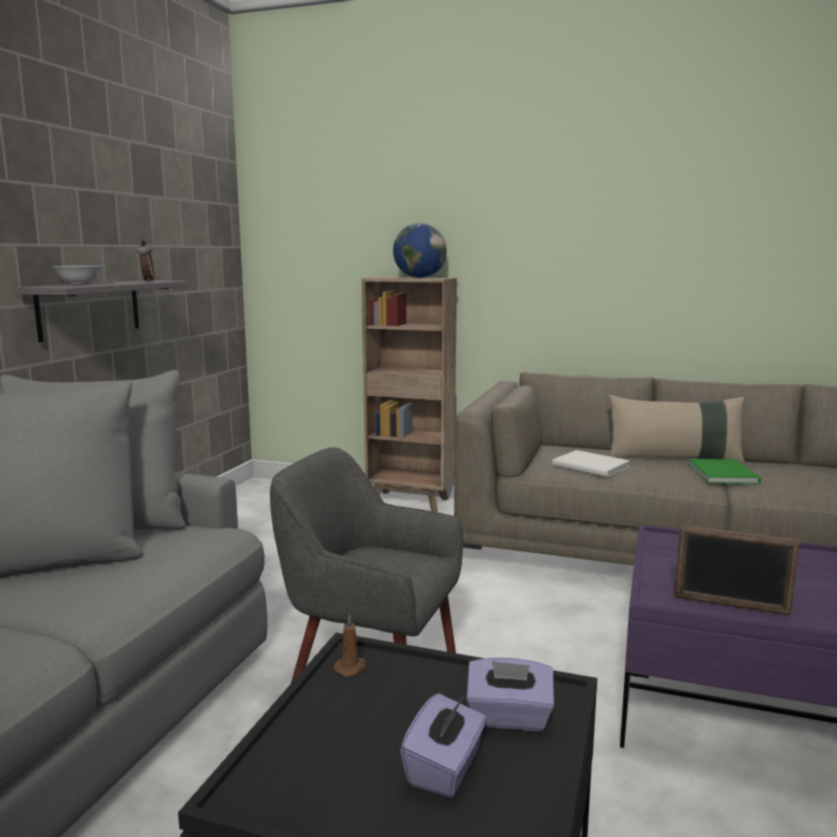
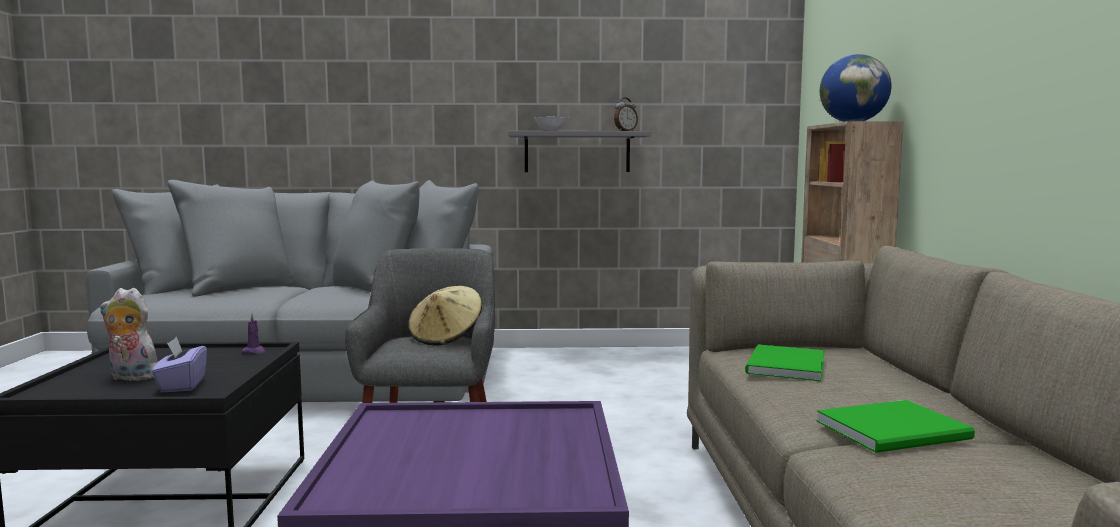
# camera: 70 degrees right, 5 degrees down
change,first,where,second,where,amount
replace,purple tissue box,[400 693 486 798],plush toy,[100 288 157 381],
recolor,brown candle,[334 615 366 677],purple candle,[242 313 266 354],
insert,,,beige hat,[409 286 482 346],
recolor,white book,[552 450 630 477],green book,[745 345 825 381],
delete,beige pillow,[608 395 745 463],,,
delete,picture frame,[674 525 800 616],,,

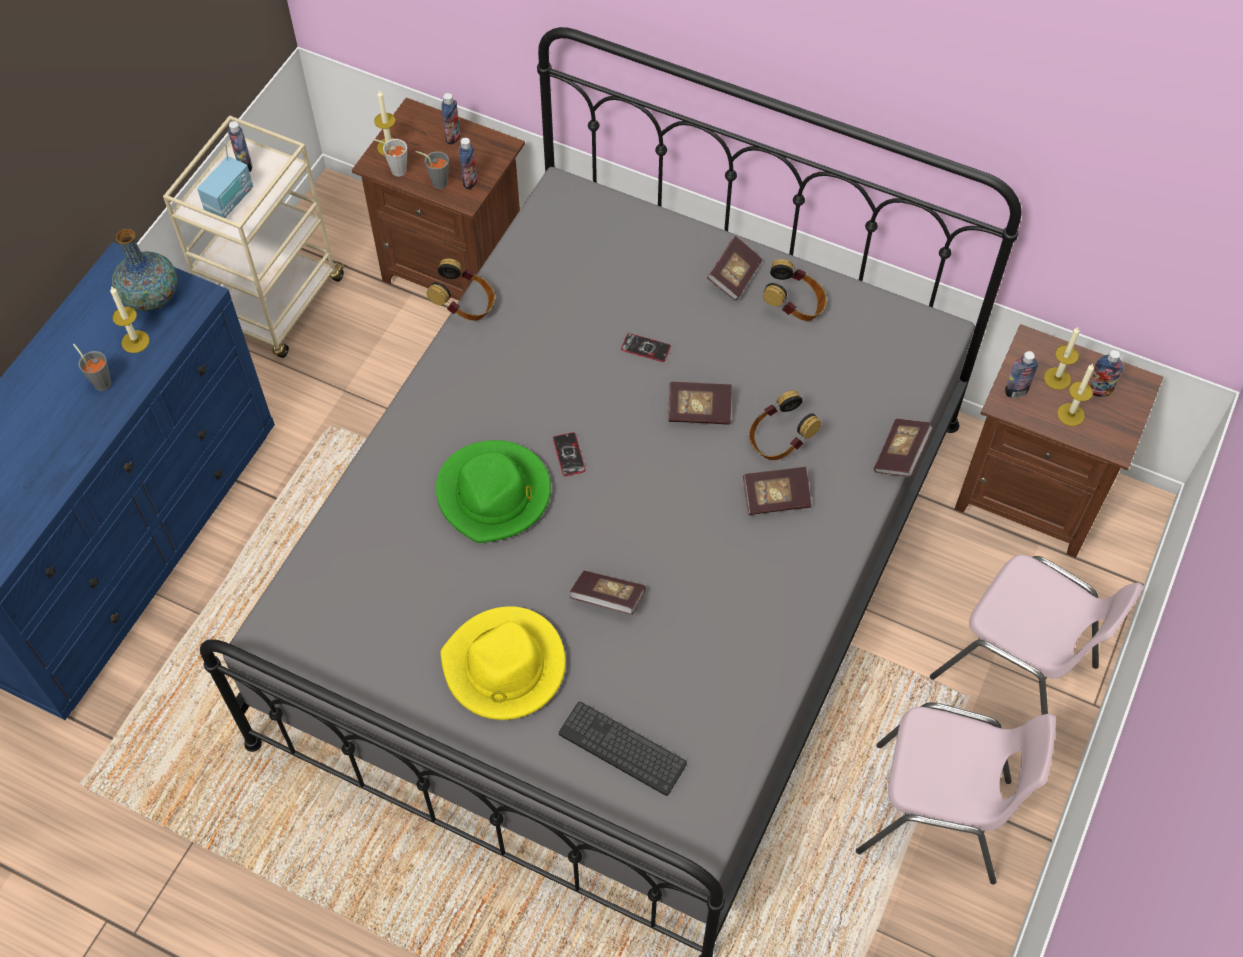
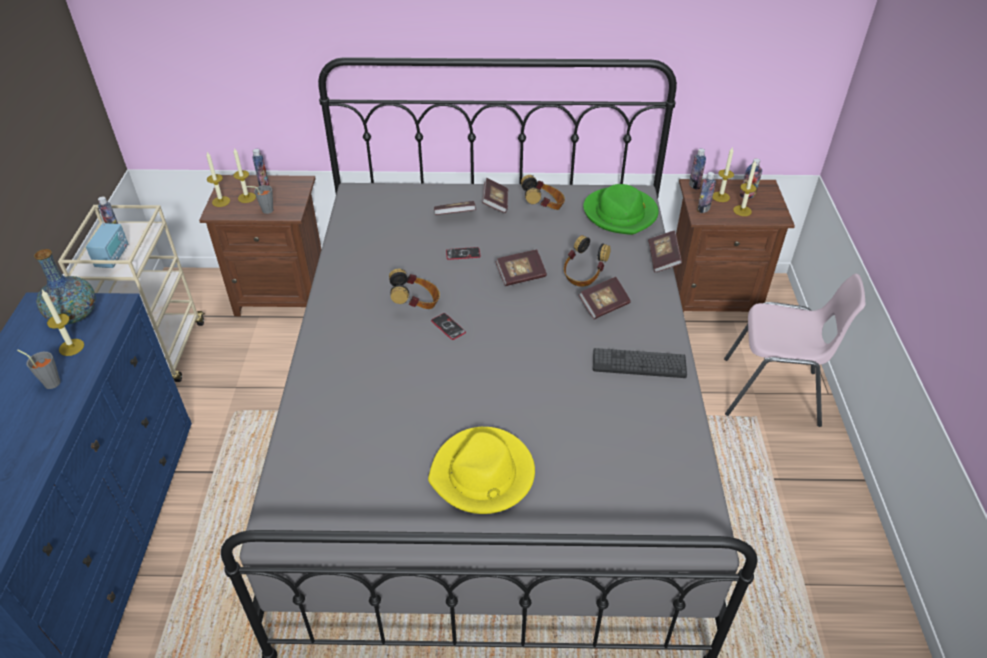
# camera: 25 degrees left, 15 degrees down
change,first,where,second,where,amount
insert,,,candle,[233 148 256 203],
move,headphones,[427 258 495 321],,[389 269 440 309],
move,book,[570 571 646 615],,[434 201 476 215],
move,green hat,[436 440 551 543],,[583 184 659 235],
move,keyboard,[559 701 687 796],,[593 348 687 378],
move,bottle,[459 138 477 189],,[689 149 706 190],
delete,grey cup,[374 139 407 176],,,
delete,pink chair,[856 702 1056 885],,,

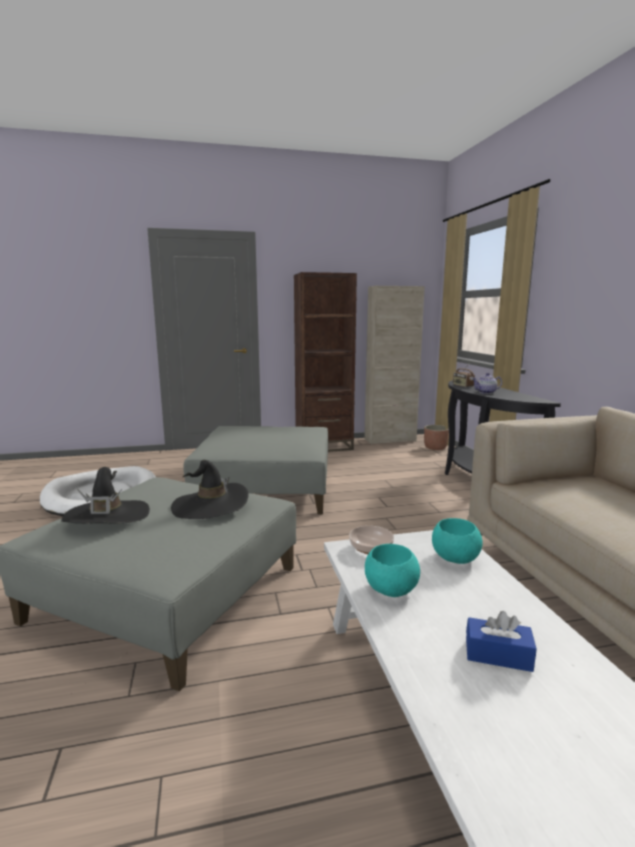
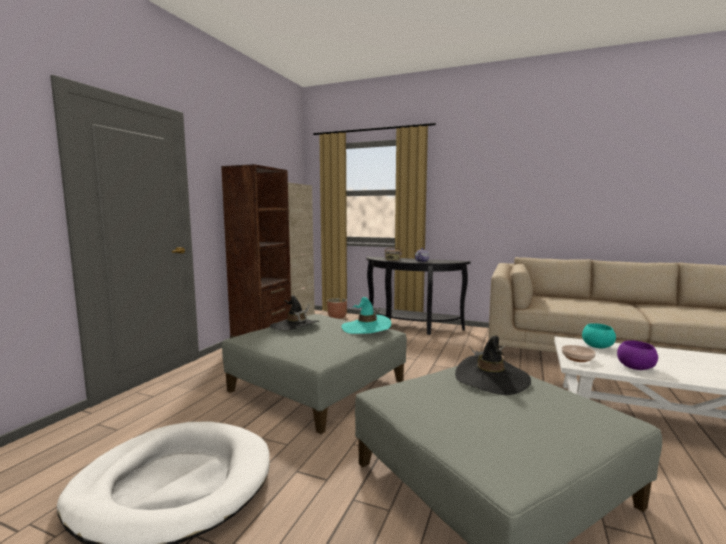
# camera: 55 degrees left, 5 degrees down
change,first,where,second,where,amount
move,black hat,[61 467 150 524],,[270 295 319 331],
insert,,,turquoise hat,[341 297 391 334],
recolor,turquoise bowl,[365 544 420 597],purple bowl,[617 340 658 370],
delete,blue tissue box,[466 611 537 672],,,

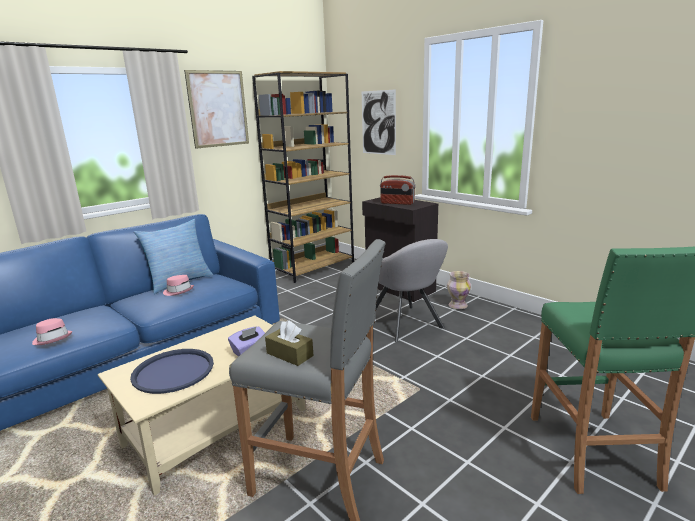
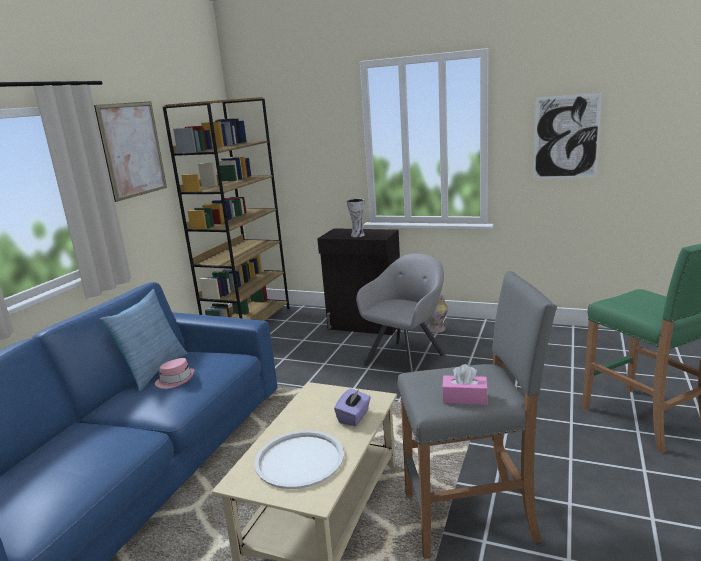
# camera: 25 degrees left, 0 degrees up
change,first,where,second,where,amount
recolor,blue tray,[130 349 214 394],white tray,[254 430 344 489],
replace,radio,[380 175 416 205],vase,[347 199 365 237],
rotate,grey armchair,[376 239 448 342],,[356 254 446 372],90 degrees counterclockwise
recolor,brown tissue box,[265 320 314 366],pink tissue box,[442 364 488 405],
move,picture,[362 89 396 155],,[533 93 602 178],
delete,pink hat,[32 318 72 345],,,

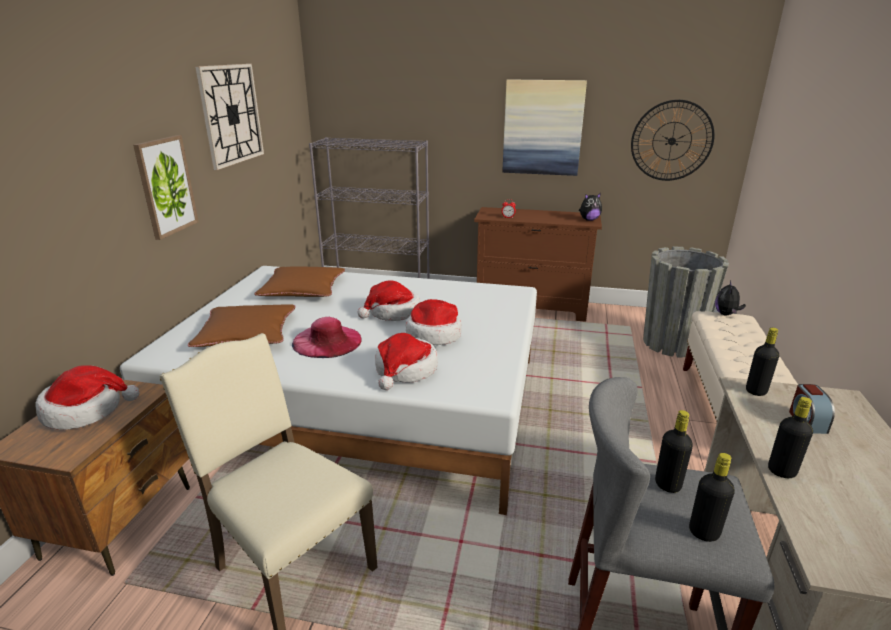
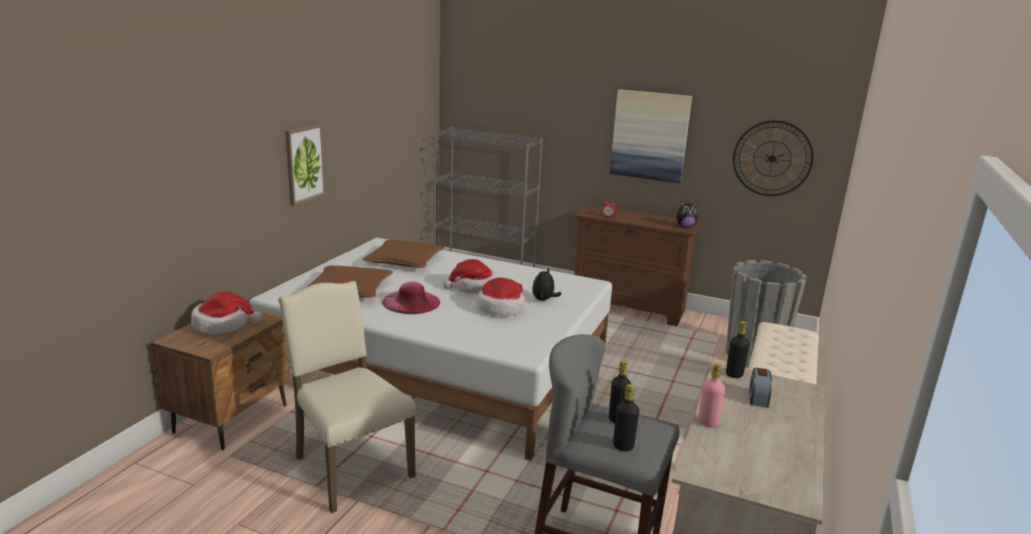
# camera: 10 degrees right, 5 degrees down
change,first,where,second,where,amount
move,plush toy,[715 281 746 316],,[532 267 561 301],
recolor,black bottle,[768 397 813 478],pink bottle,[698 363 725 427],
delete,wall clock,[195 64 264 170],,,
delete,hat,[375 333 438 390],,,

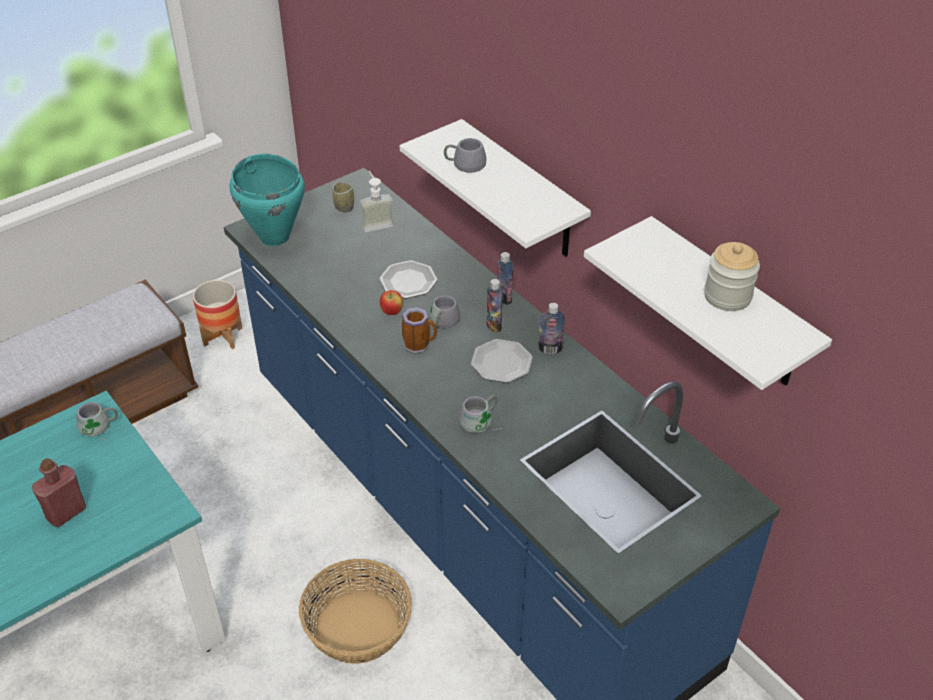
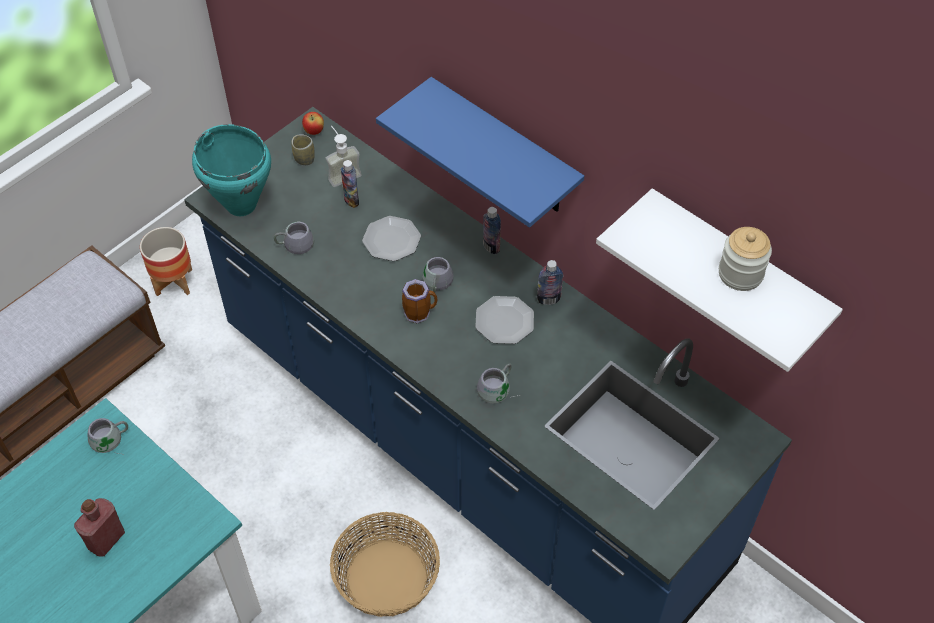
# camera: 10 degrees left, 10 degrees up
change,first,where,second,where,amount
move,grey mug,[444 138 487 173],,[274 222 314 254],
move,apple,[380 290 403 315],,[302 112 324 135],
move,bottle,[487 279 502 333],,[341 160 359 208],
recolor,white shelf,[400 119 591 256],blue shelf,[376 77 584 228],

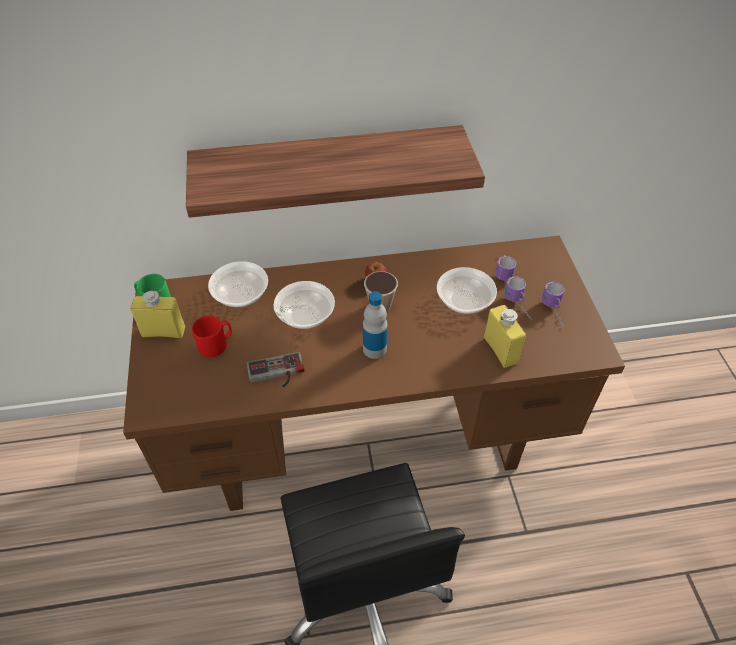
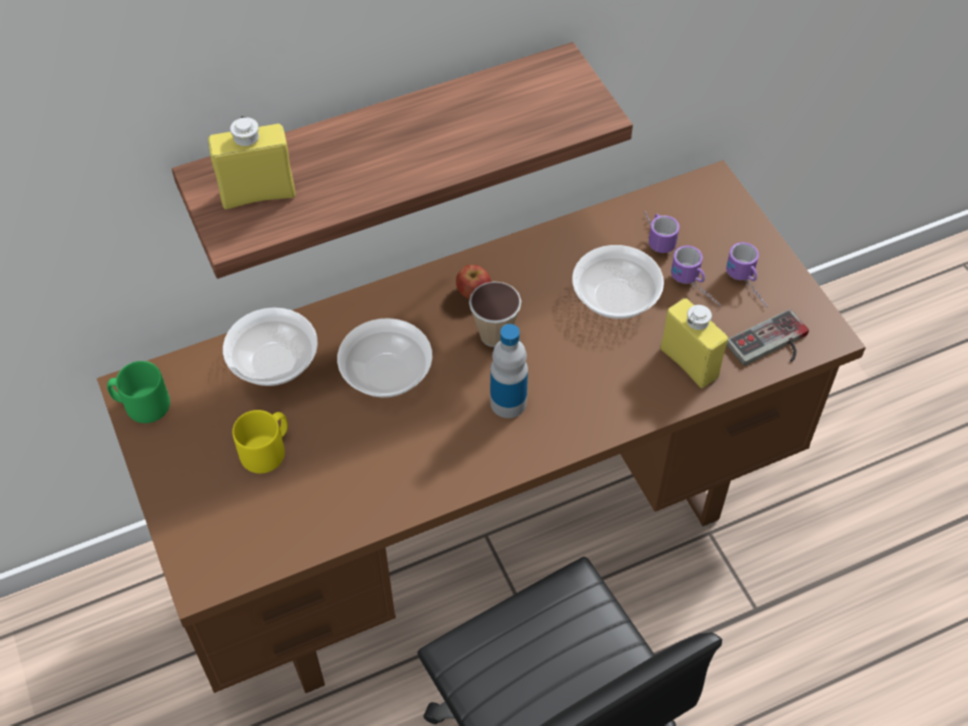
# camera: 15 degrees left, 5 degrees up
change,first,where,second,where,amount
move,yellow bottle,[130 290 185 338],,[208 116 295 210],
recolor,red mug,[192 316 232 357],yellow mug,[232 410 288 473],
move,game controller,[246 352 304 387],,[727 309 809 366],

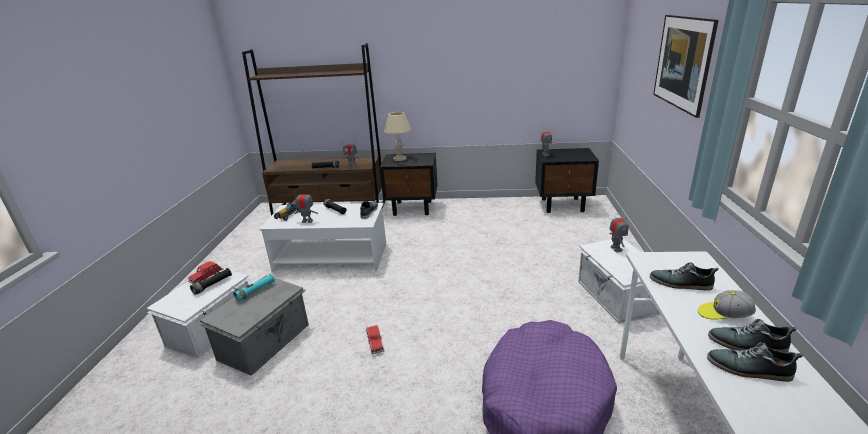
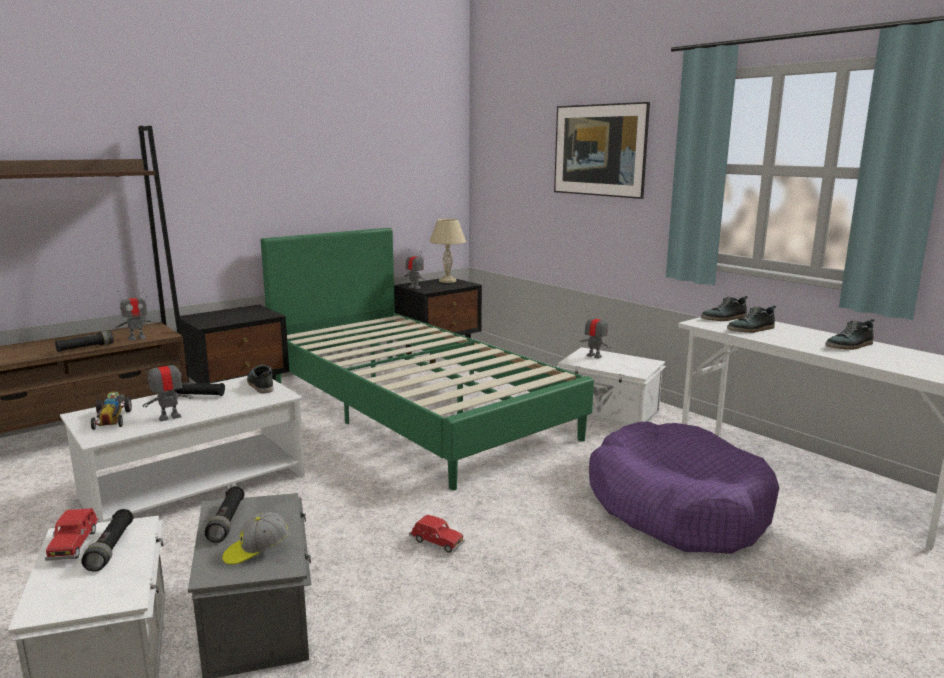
# camera: 45 degrees left, 10 degrees down
change,first,where,second,where,amount
recolor,turquoise flashlight,[233 274 275 301],black flashlight,[205 486 245 543],
move,cap,[698 290 756 320],,[222 512 289 565],
insert,,,green bed,[261 228 594 490],
move,beige table lamp,[384 112 412 161],,[429 219 466 283],
move,shoe,[707 342 803 382],,[701 296 748 321],

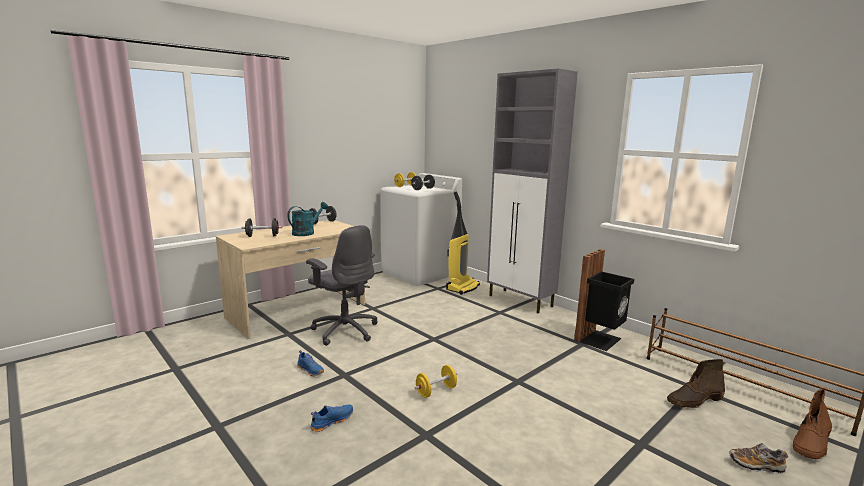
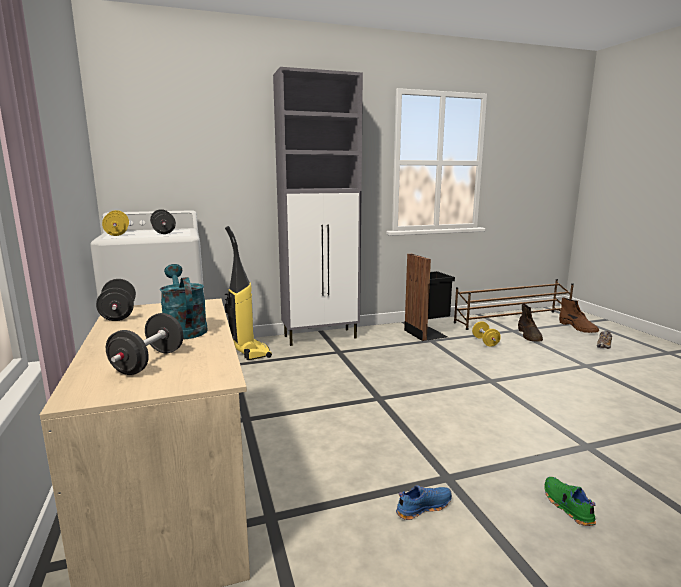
# camera: 65 degrees left, 0 degrees up
change,first,where,second,where,amount
move,yellow dumbbell,[415 365 457 398],,[472 321 501 347],
recolor,blue shoe,[310 404 353 432],green shoe,[544 477 596 526],
delete,grey office chair,[306 225 377 346],,,

